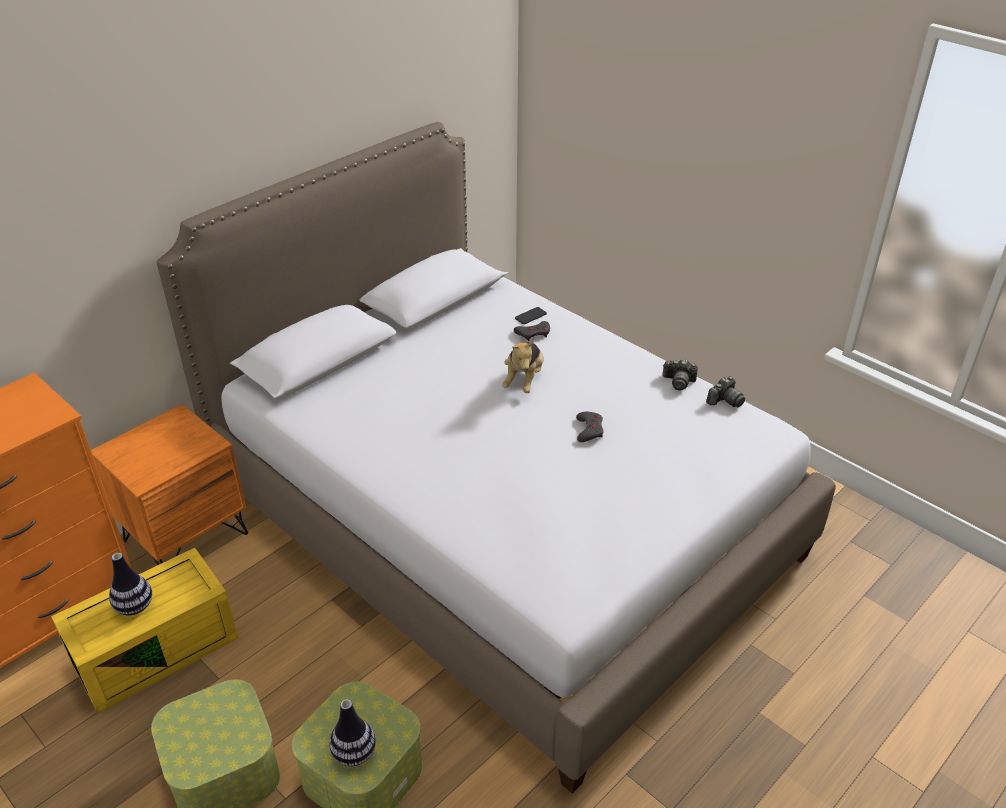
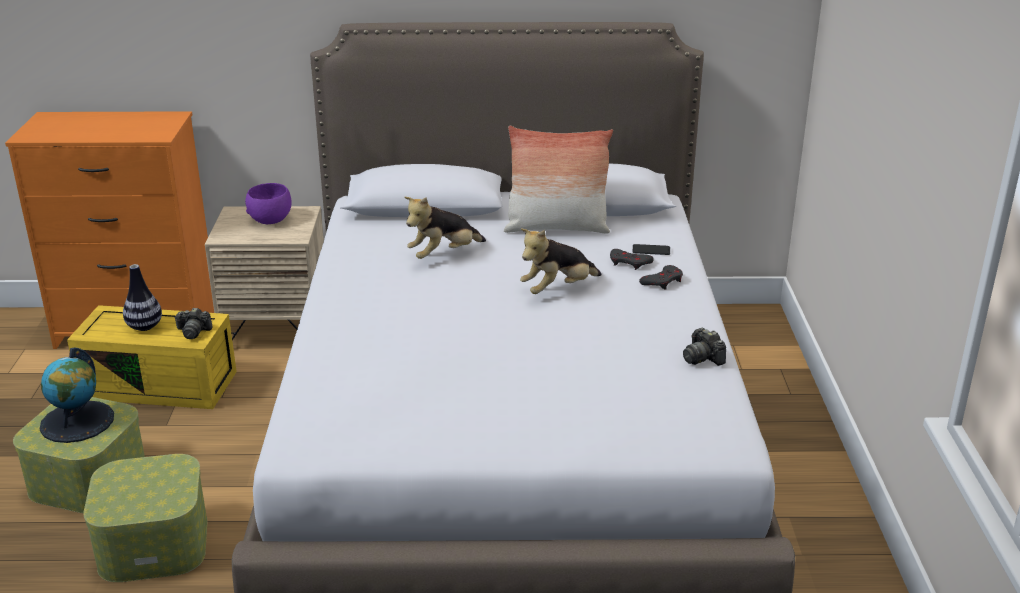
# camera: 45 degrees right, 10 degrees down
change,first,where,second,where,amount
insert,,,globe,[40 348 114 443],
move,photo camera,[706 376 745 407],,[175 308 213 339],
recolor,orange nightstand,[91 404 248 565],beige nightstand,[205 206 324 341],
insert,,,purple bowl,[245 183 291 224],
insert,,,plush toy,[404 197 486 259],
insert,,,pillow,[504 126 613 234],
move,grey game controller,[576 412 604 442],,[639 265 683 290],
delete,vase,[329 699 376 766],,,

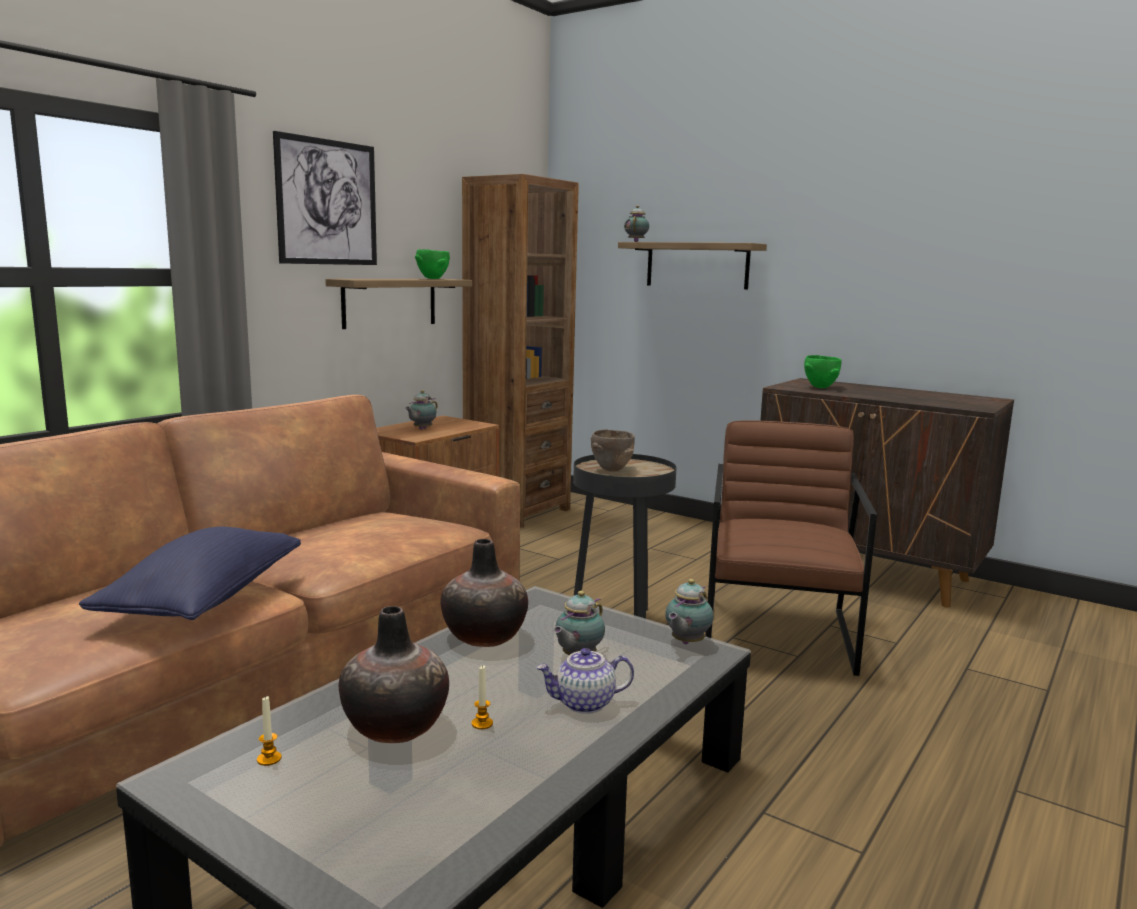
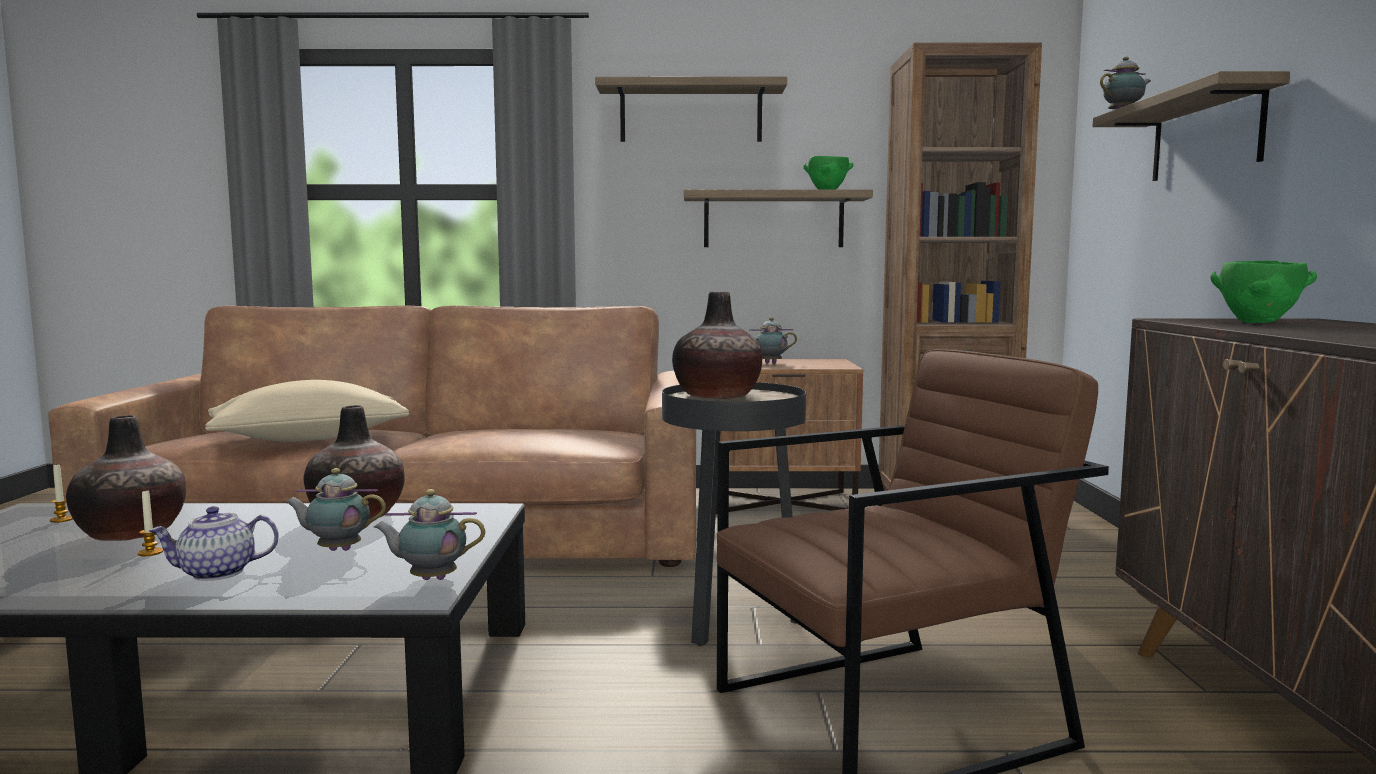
# camera: 55 degrees right, 5 degrees down
change,first,where,second,where,amount
rotate,teapot,[536 648 634 714],,[148 506 279 581],60 degrees counterclockwise
recolor,blue pillow,[79 527 301 620],beige pillow,[205 380 409 442],
replace,picture,[273 131 377 265],shelf,[595 77 787 142],
replace,brown bowl,[591 429 635 472],vase,[672 291 762 399],

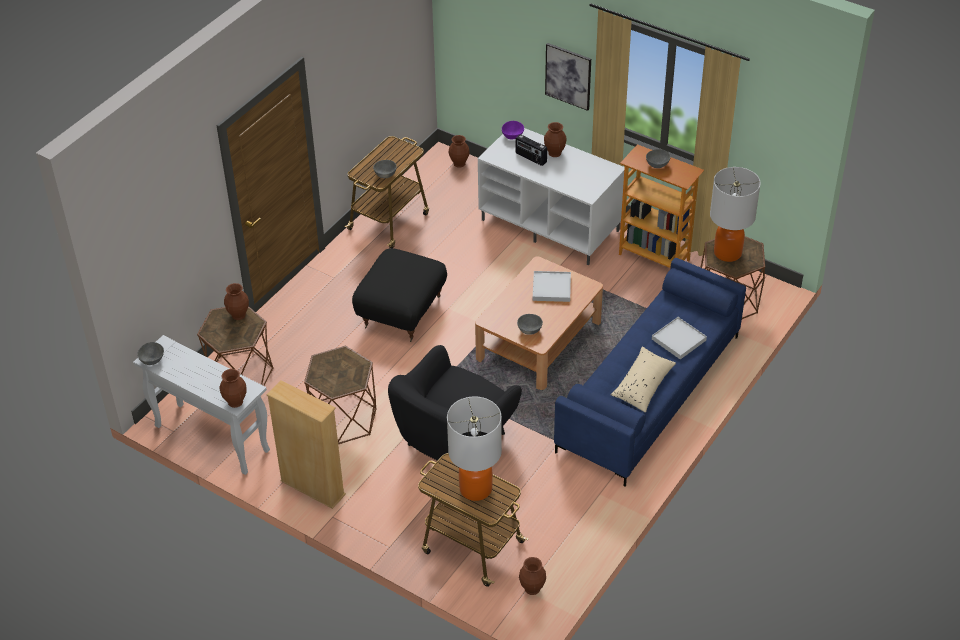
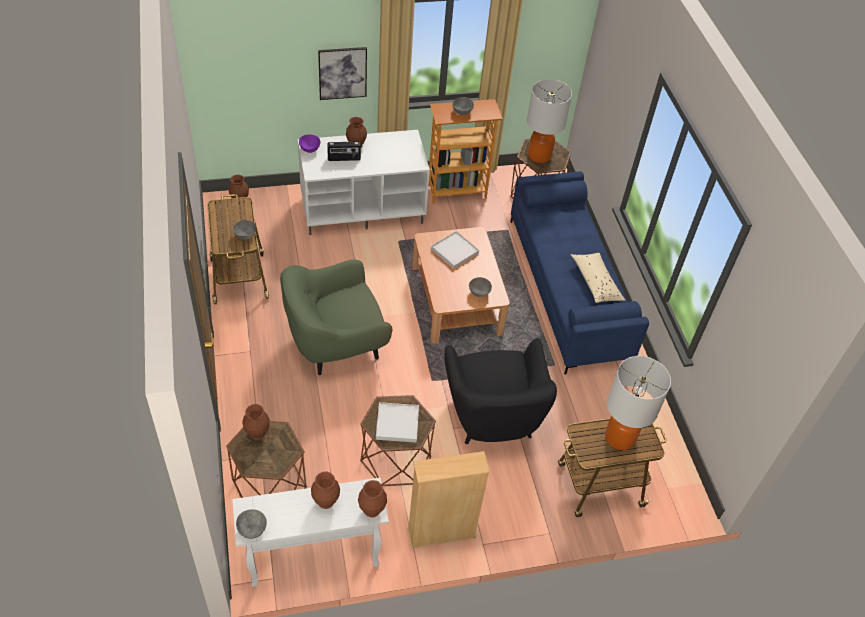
# camera: 50 degrees left, 5 degrees up
change,first,where,second,where,amount
replace,black ottoman,[352 248 447 342],green armchair,[280 260 392 375],
move,brown vase,[519 557 546 595],,[311 472 340 509],
move,white tray,[652 317 707 360],,[376 402 419 443],

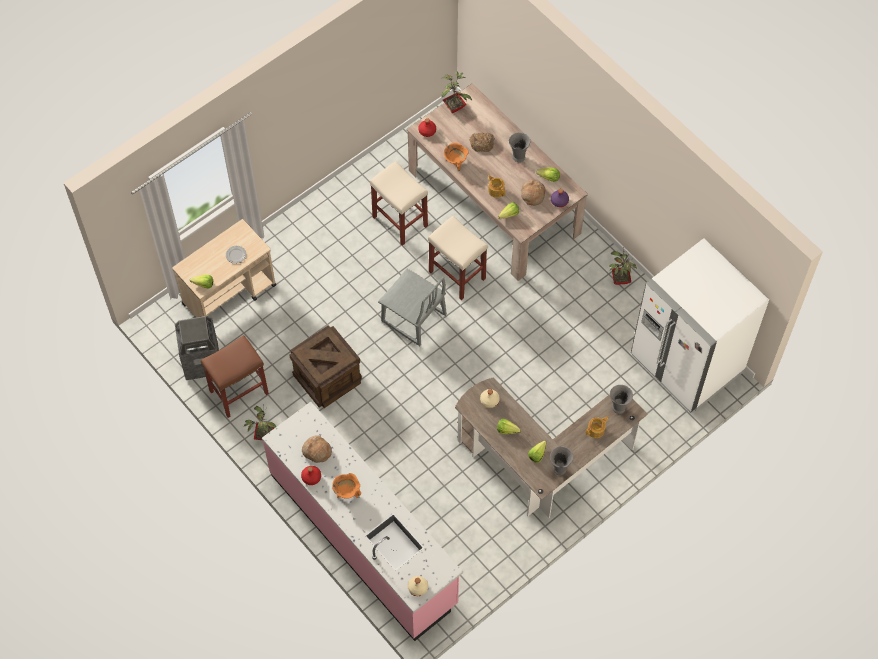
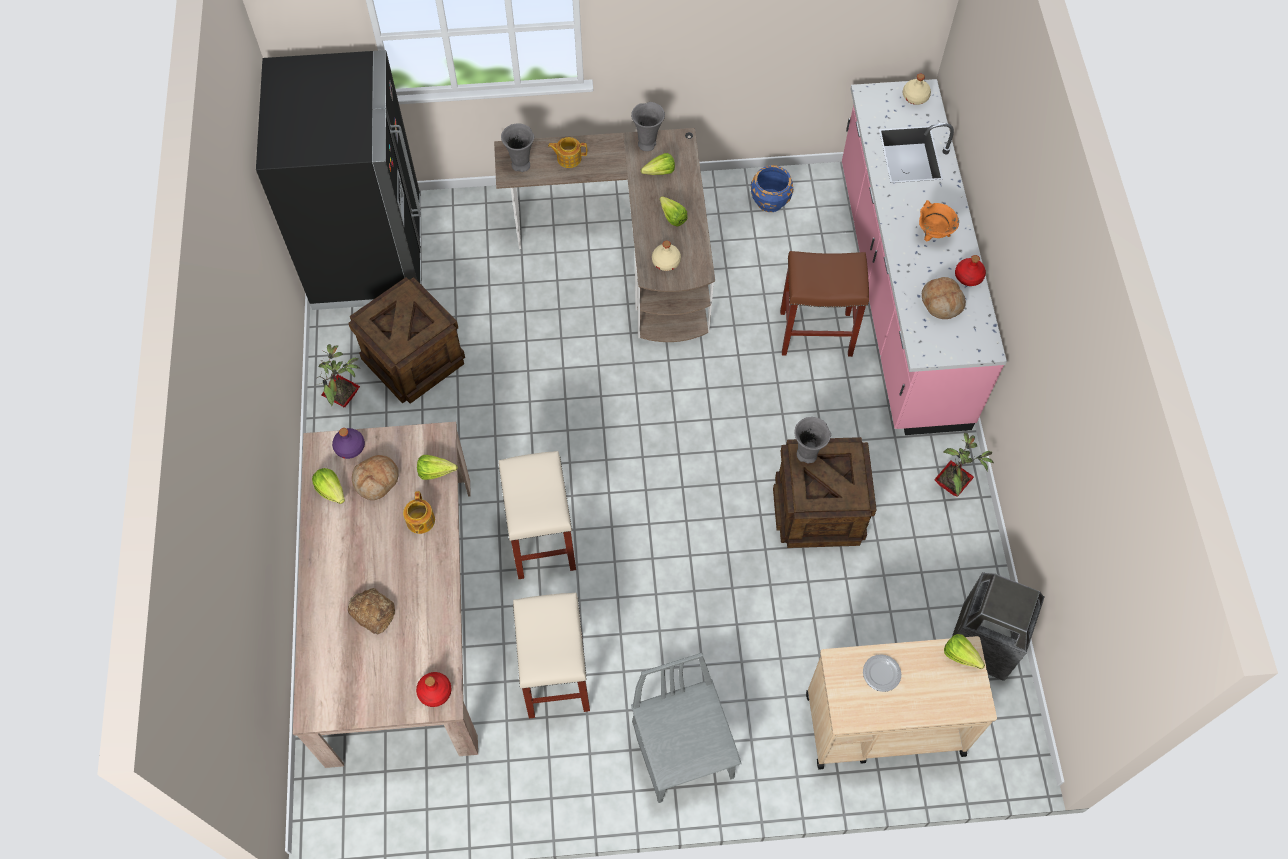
# camera: 145 degrees left, 0 degrees up
change,first,where,second,where,amount
recolor,white fridge,[631 238 769 414],black fridge,[256 50 421 310],
insert,,,crate,[348 277 465 404],
move,grey chair,[378 269 447 346],,[631 653 742 803],
insert,,,blue planter,[751 165 794 212],
move,brown stool,[201 335 269 418],,[780 251 869 357],
move,grey vase,[509 132 530 162],,[794 417 831 464],
delete,potted plant,[442 71 472 113],,,
delete,orange cooking pot,[444 143 469 171],,,

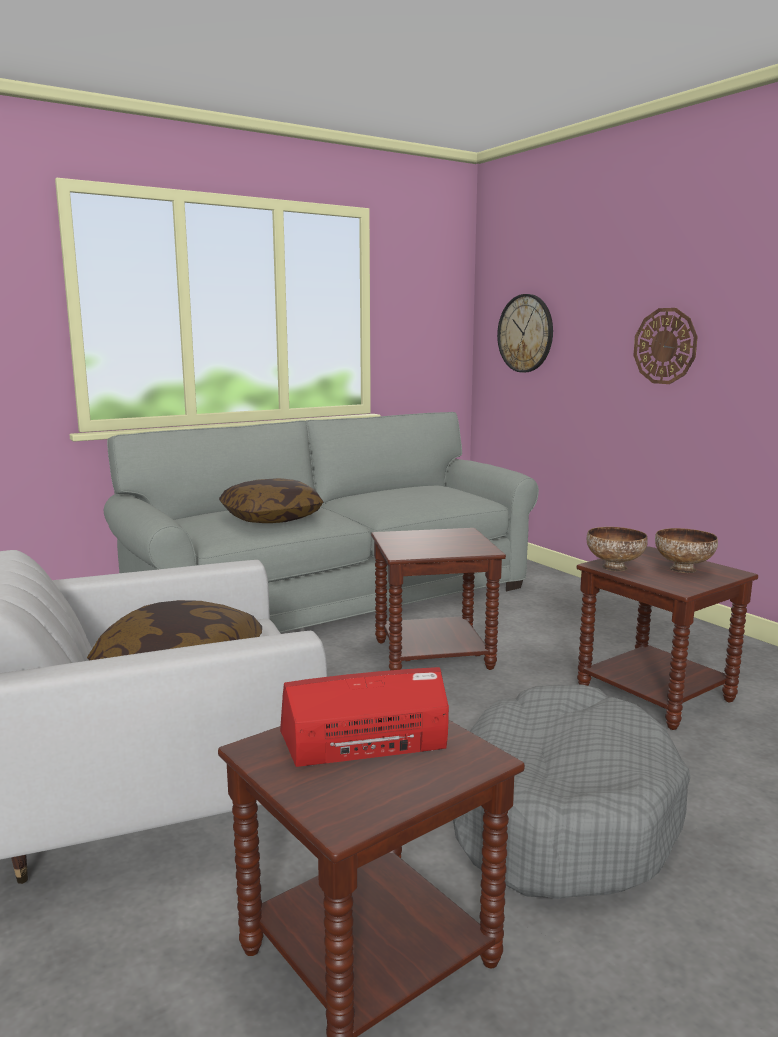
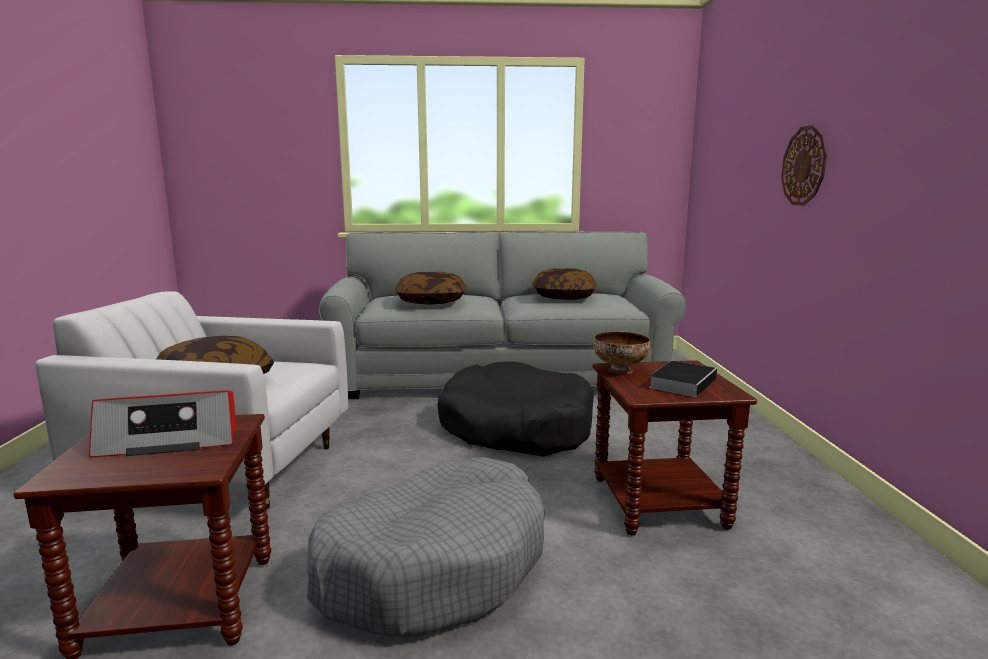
# camera: 30 degrees right, 0 degrees up
change,first,where,second,where,amount
rotate,radio,[280 667 449 767],,[89 390 236 458],150 degrees clockwise
replace,brown side table,[371 528 506 670],black dog bed,[438 362 594 456],
insert,,,pillow,[533 268 597 300],
replace,bowl,[655 528 718 573],book,[649 361 717 397],
delete,wall clock,[497 294 553 373],,,

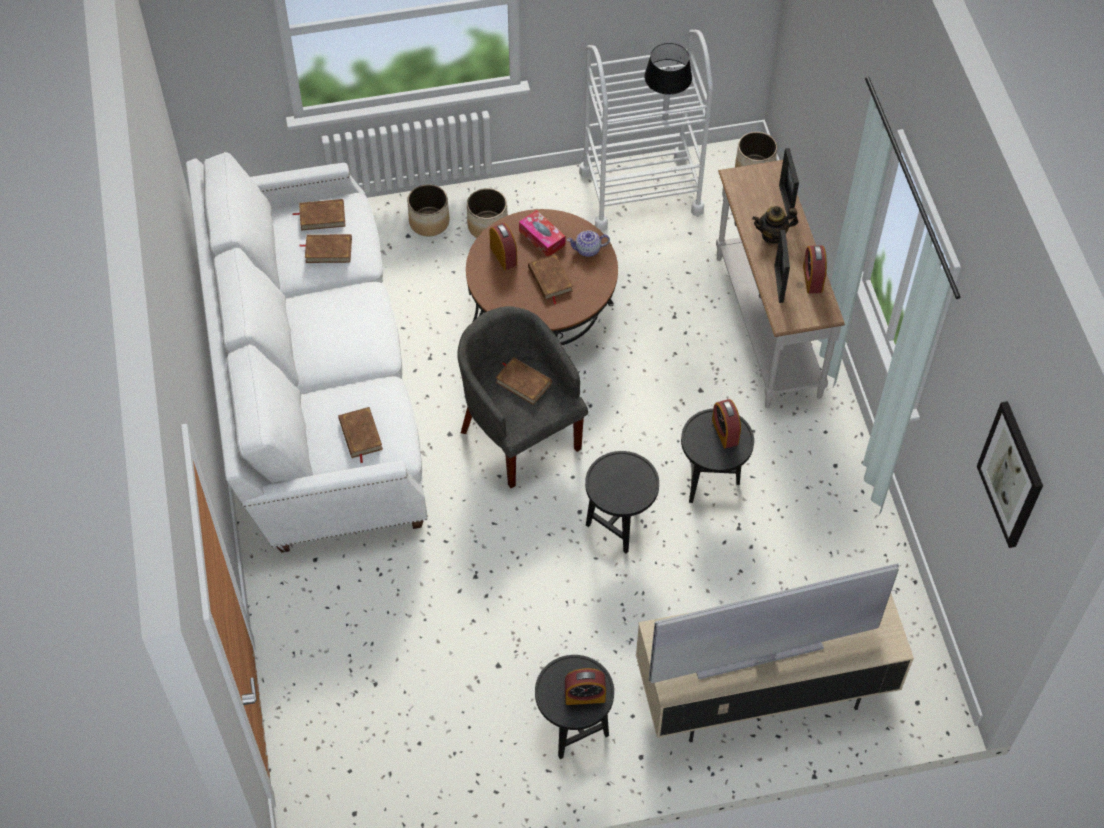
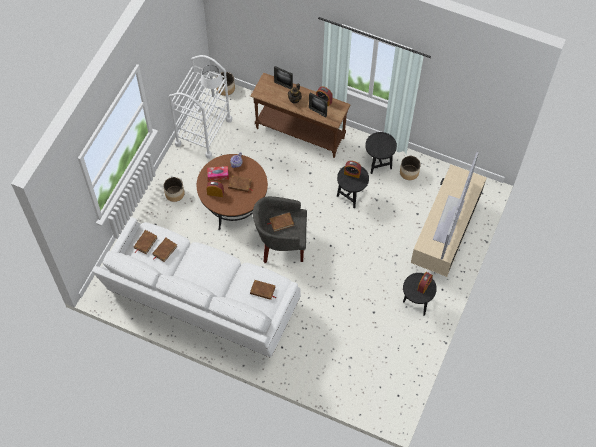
# camera: 55 degrees left, 5 degrees up
change,first,where,second,where,amount
recolor,black table lamp,[644 43 692 120],white table lamp,[201 65 223 97],
recolor,white console table,[716 160 845 408],brown console table,[250 73 350 158],
move,black side table,[585 451 659 554],,[365 132 397 174],
move,planter,[407 184 449 236],,[400 156 421 180],
delete,picture,[977 401 1043 548],,,

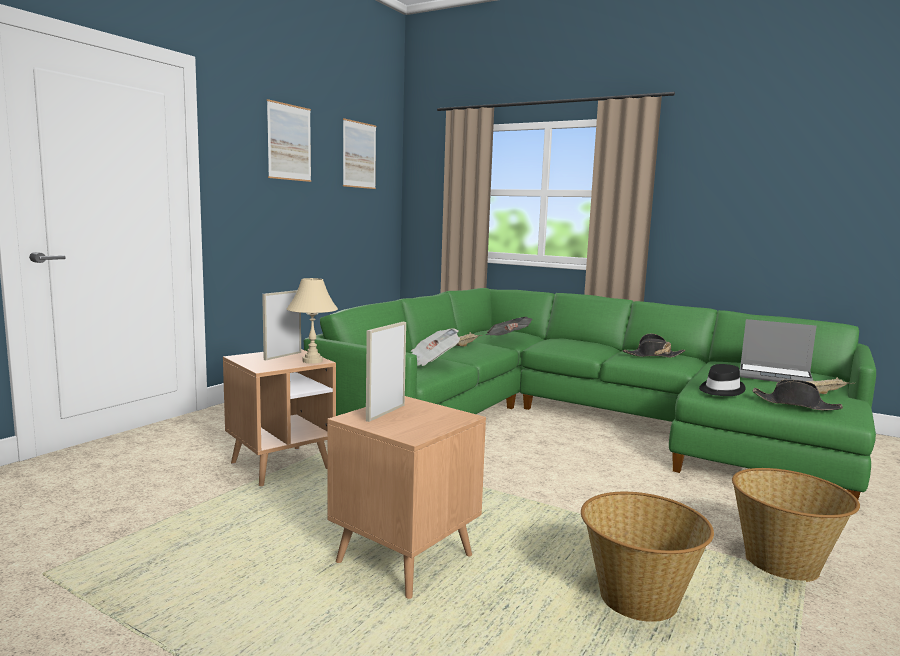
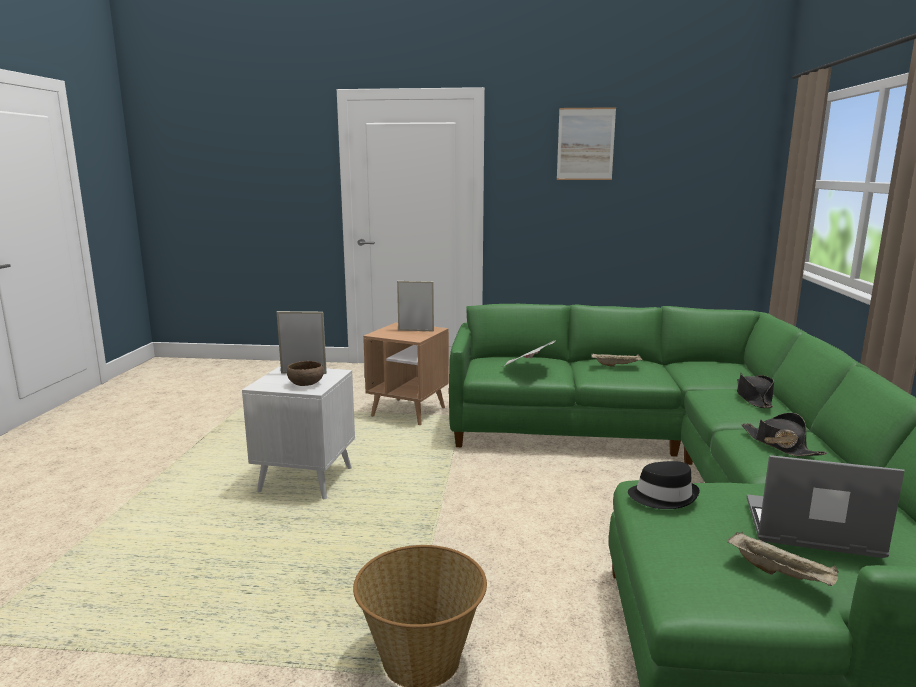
# camera: 65 degrees right, 5 degrees up
change,first,where,second,where,amount
recolor,brown side table,[327 396 486 599],white side table,[242 366 355 499],
insert,,,brown bowl,[287 361 324 386],
move,black hat,[753 380 843 410],,[737 373 774 408],
rotate,laptop,[740 319 817 382],,[747 455 905 558],105 degrees clockwise
delete,beige table lamp,[286 278 338 364],,,
delete,picture,[343 118 376 189],,,
delete,newspaper,[486 317 533 336],,,
delete,basket,[581 492 714 622],,,

